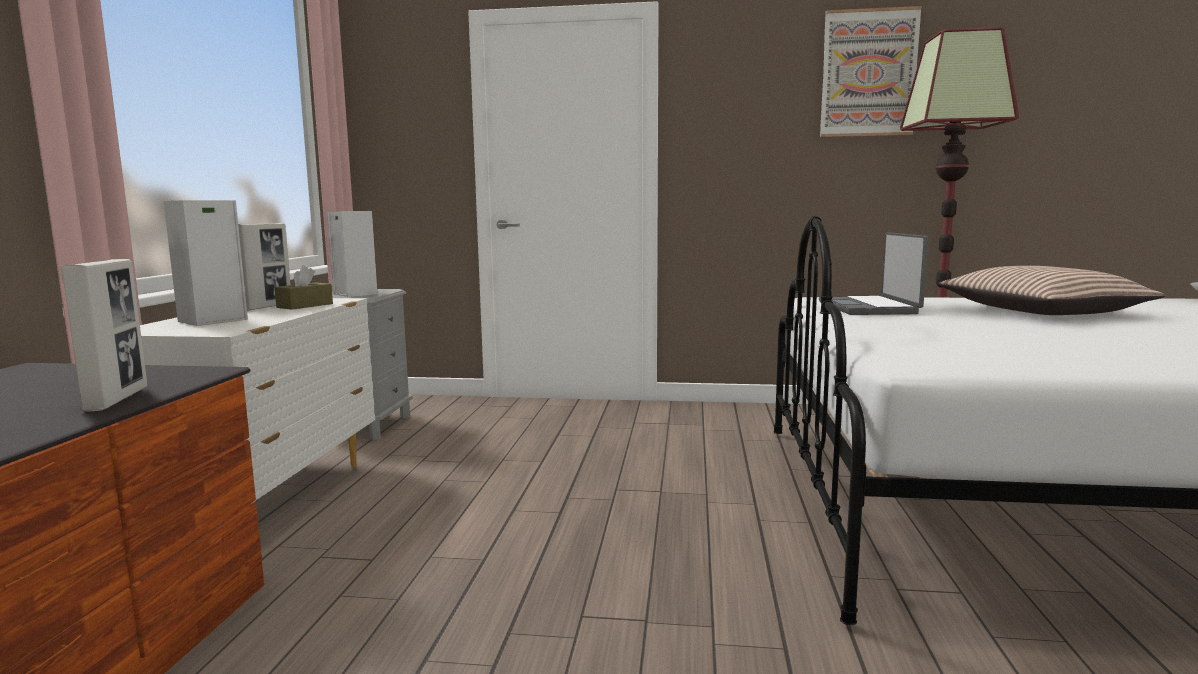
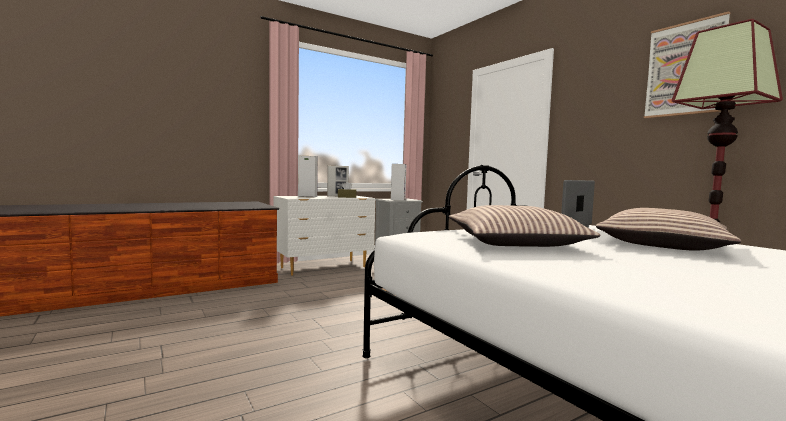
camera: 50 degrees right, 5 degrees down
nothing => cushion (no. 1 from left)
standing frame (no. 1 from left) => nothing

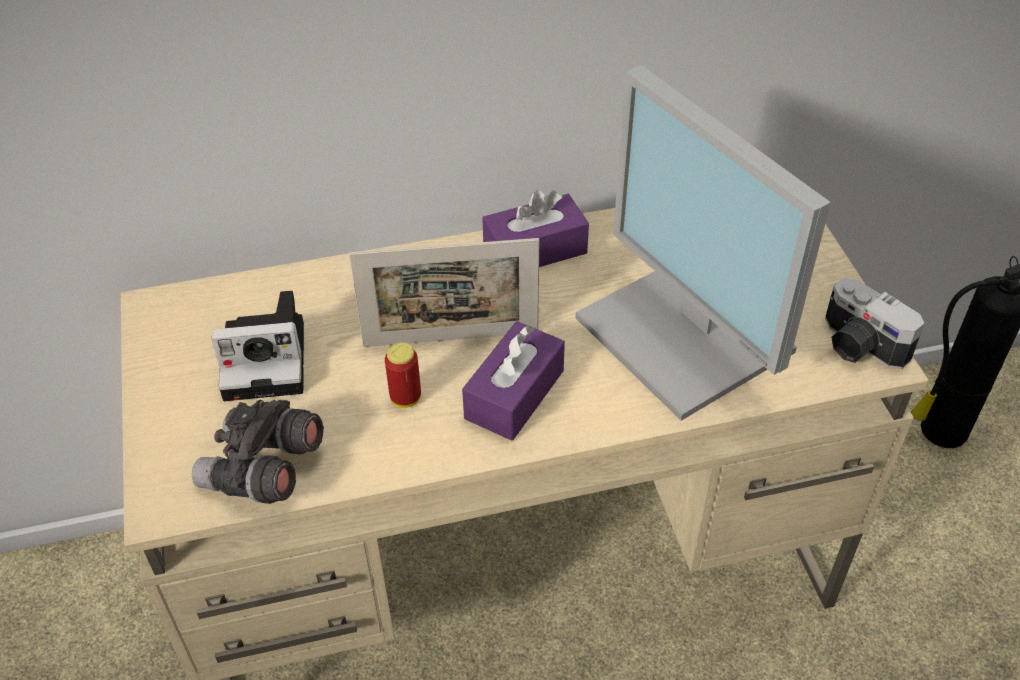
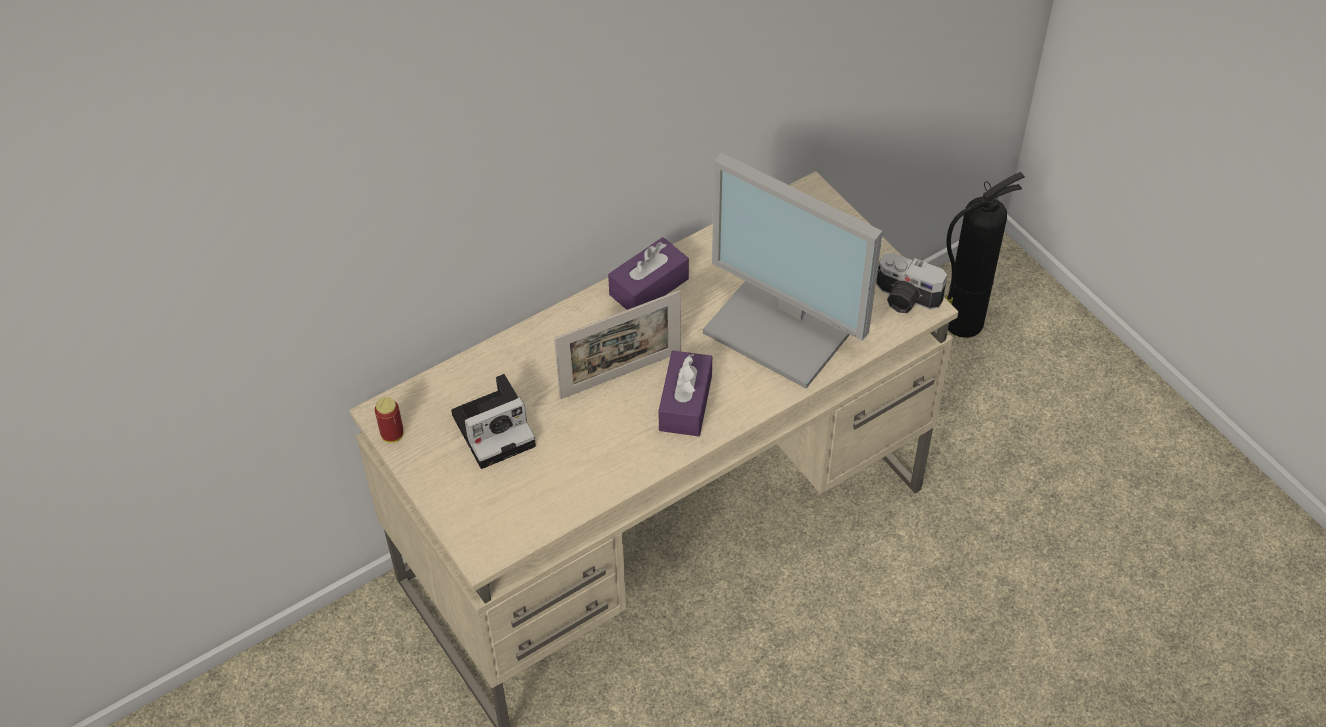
camera: 20 degrees left, 5 degrees up
metal can, shifted
gray binoculars => nothing

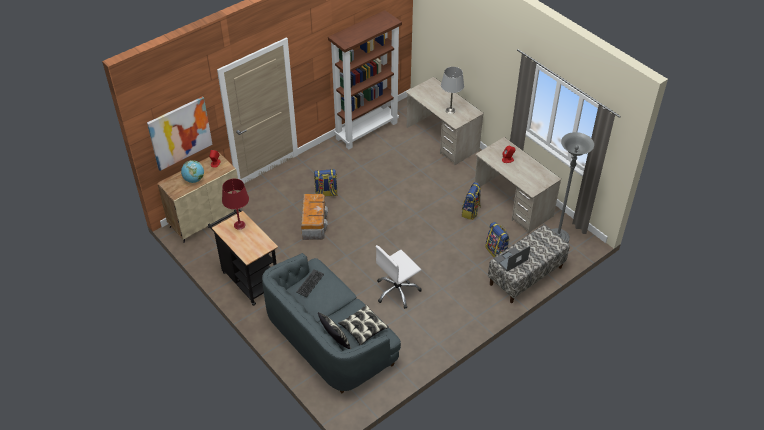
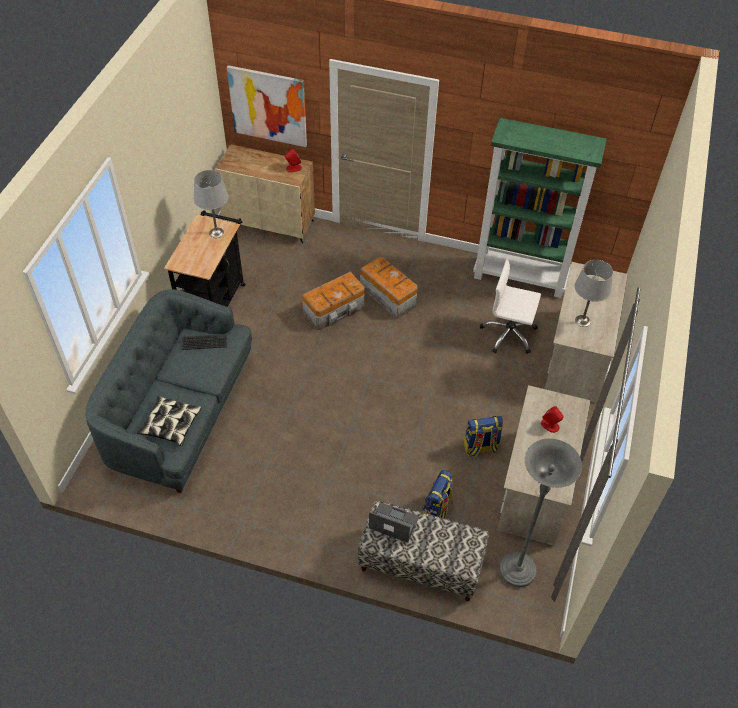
camera: 55 degrees right, 5 degrees up
reddish tabletop lamp => gray tabletop lamp (no. 1 from left)
knapsack (no. 1 from left) => storage box (no. 2 from left)
brown bookshelf => greenish bookshelf
white-coloured office chair, shifted
globe => nothing
cushion (no. 1 from left) => nothing

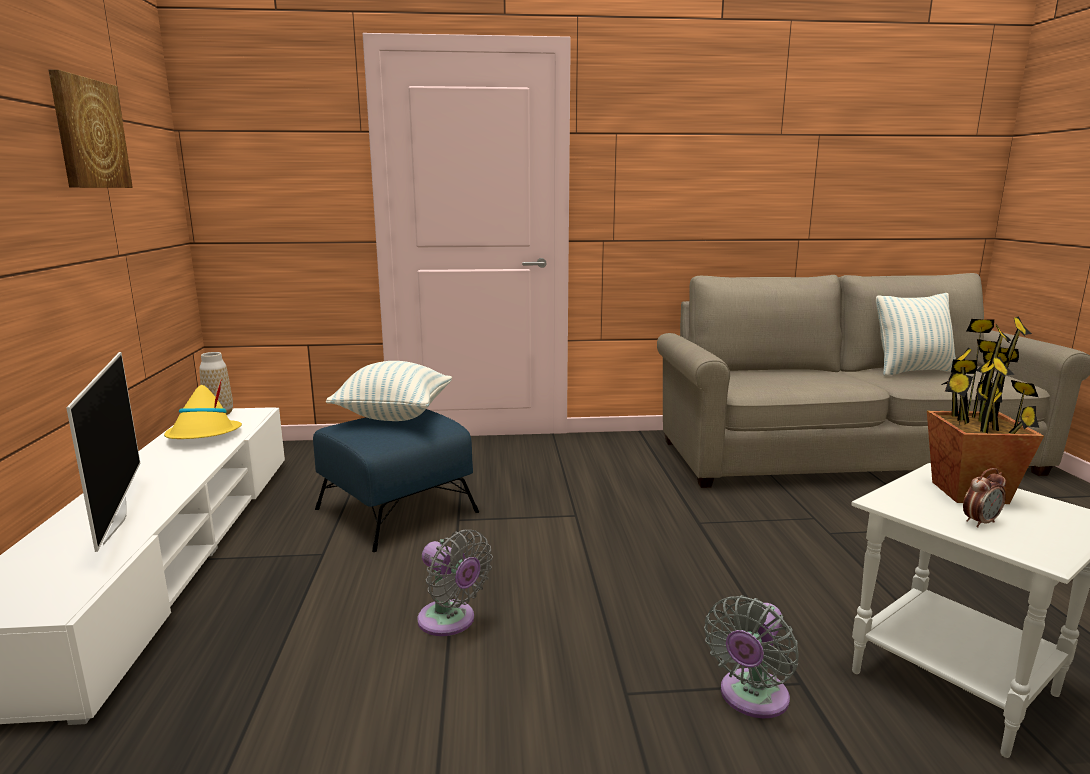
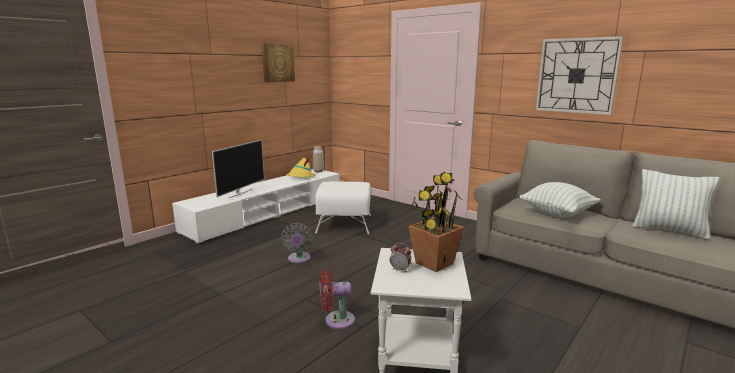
camera: 45 degrees right, 0 degrees up
blue ottoman => white-coloured ottoman
gray fan (no. 2 from left) => reddish fan
cushion (no. 1 from left), shifted
nothing => clock on the wall

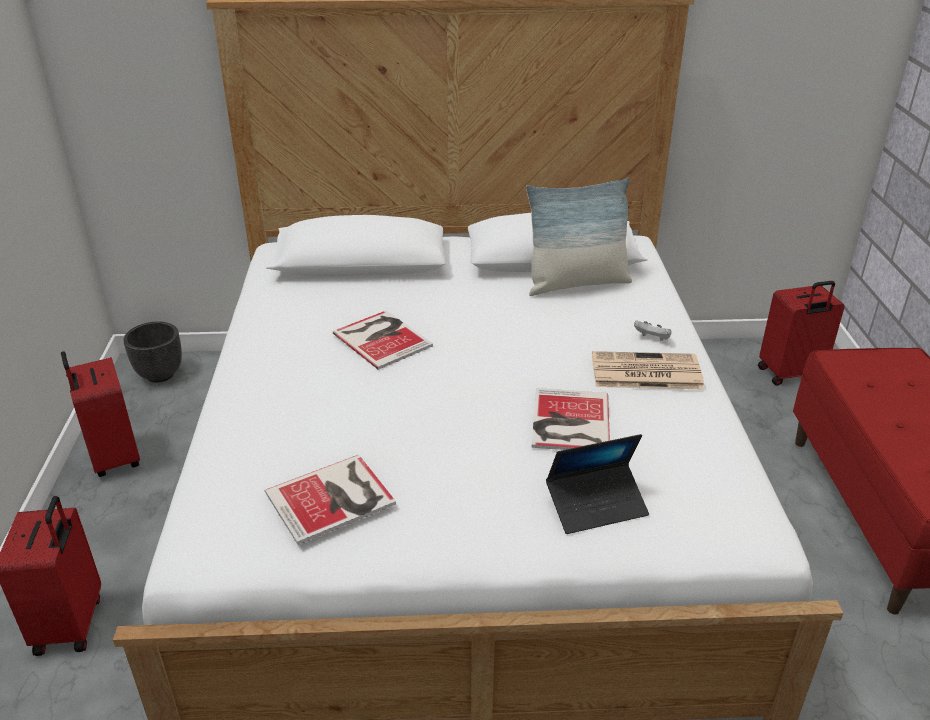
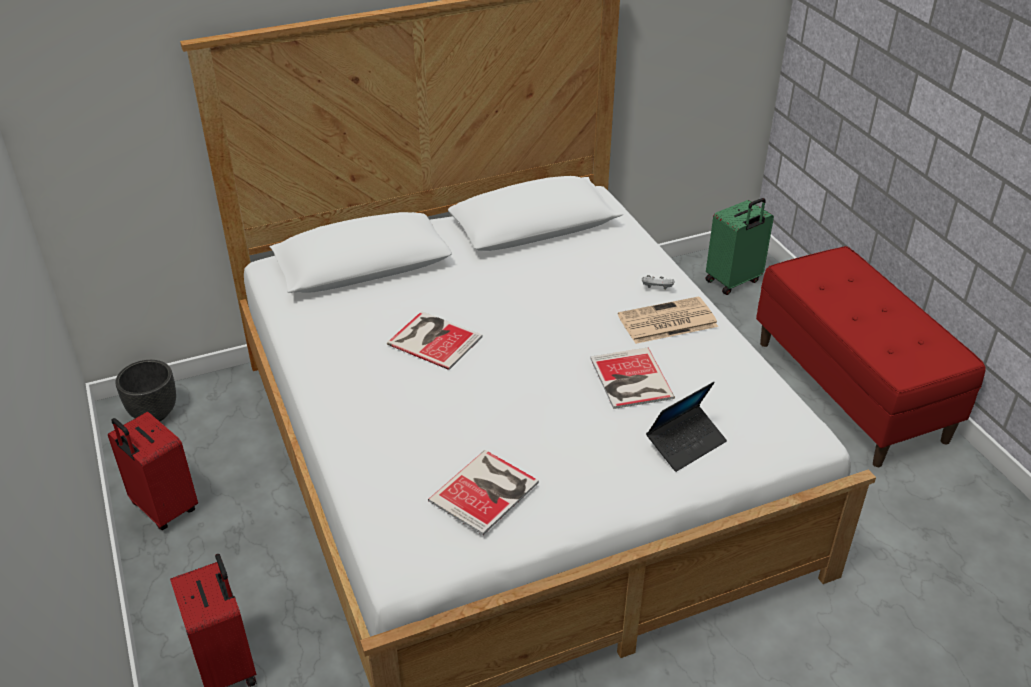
camera: 20 degrees left, 5 degrees up
reddish piece of luggage (no. 3 from left) => greenish piece of luggage
cushion => nothing

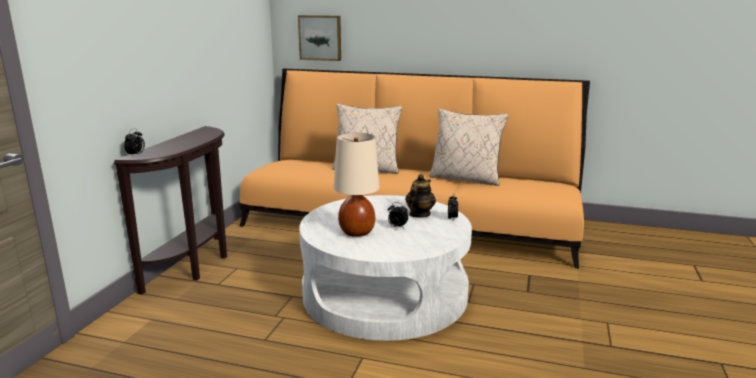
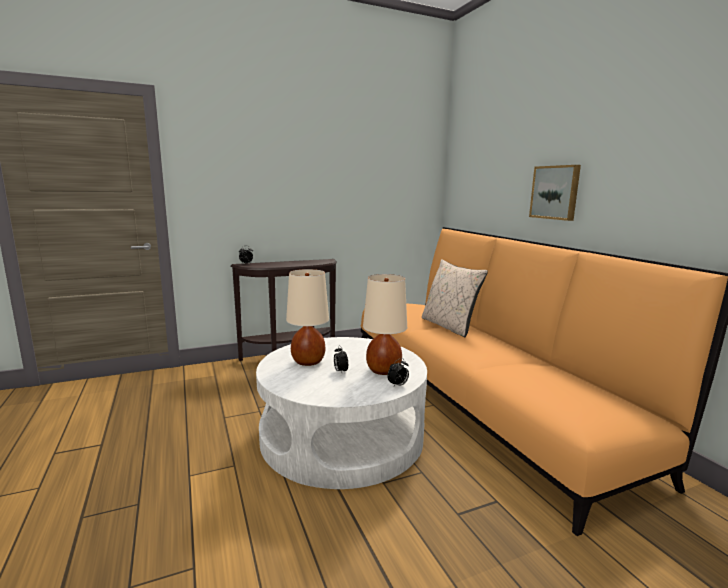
camera: 50 degrees right, 5 degrees down
pot for tea => beige-coloured tabletop lamp (no. 2 from left)
wall art, shifted
beige-coloured cushion (no. 2 from left) => nothing

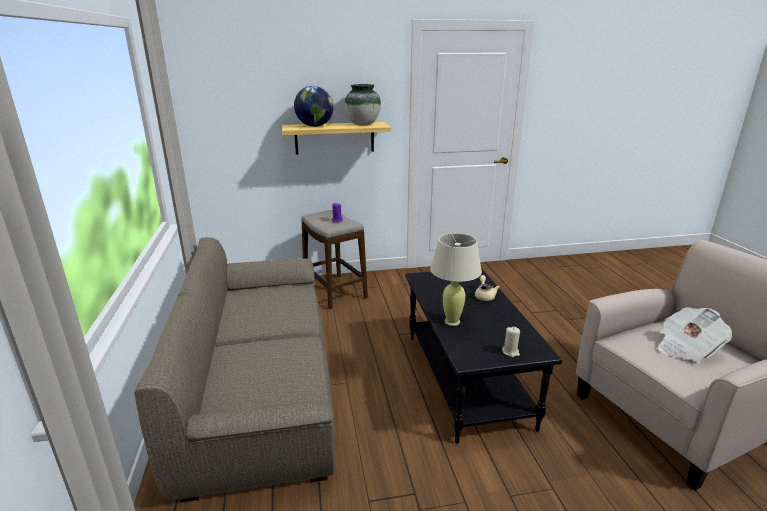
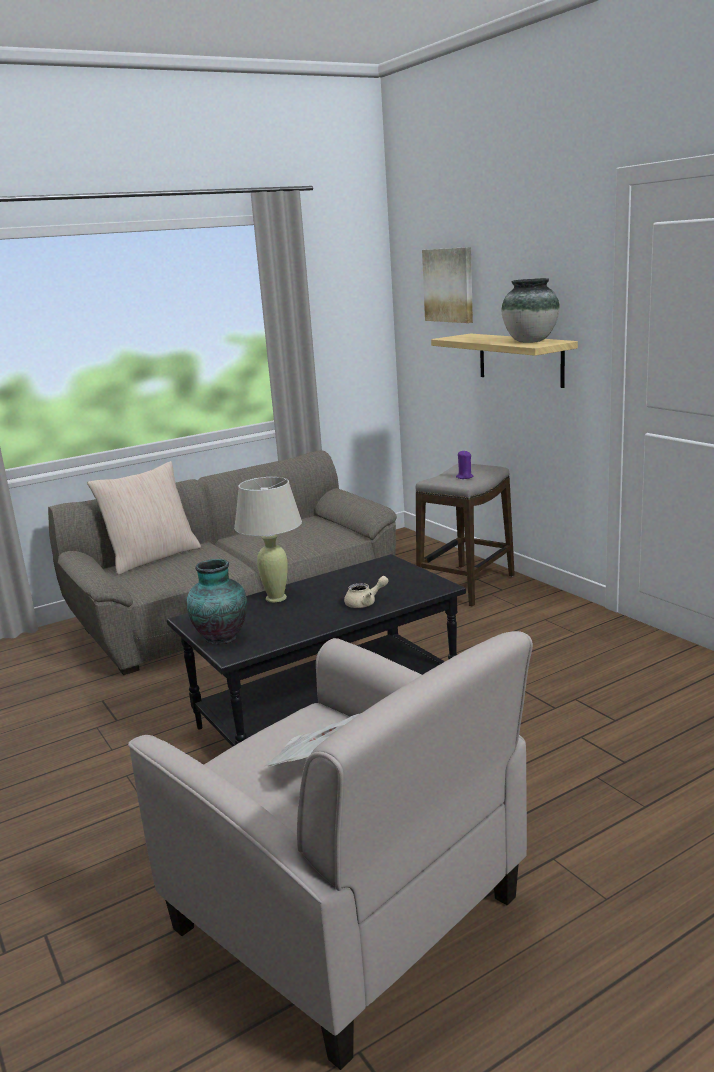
camera: 70 degrees right, 5 degrees down
nothing => beige-coloured cushion
beige-coloured candle => vase (no. 1 from left)
nothing => wall art
globe => nothing

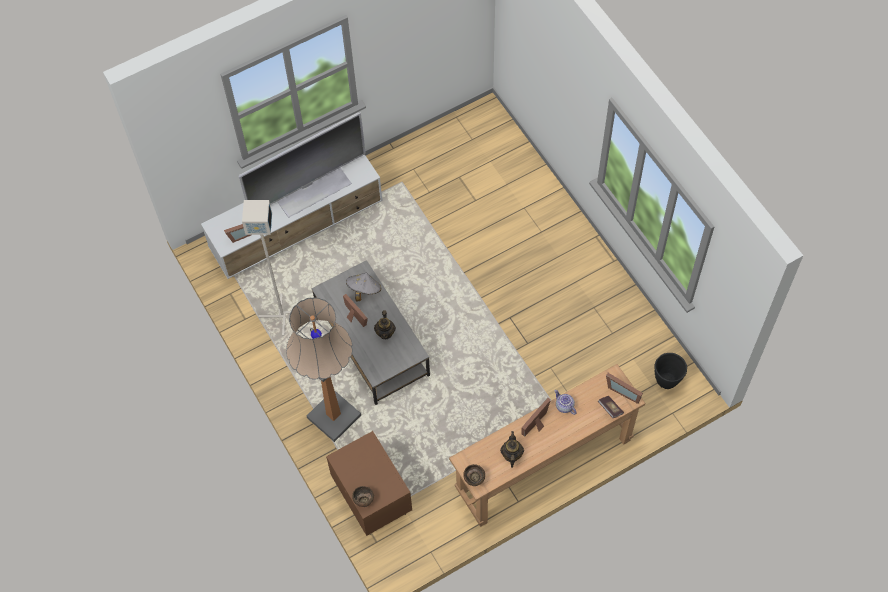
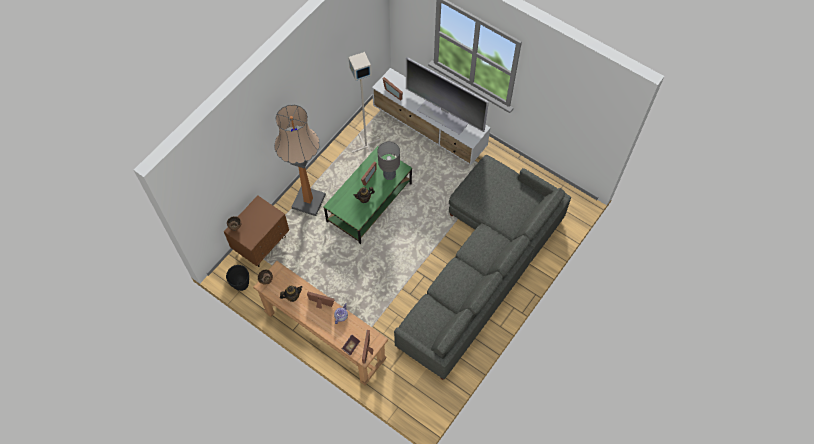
camera: 65 degrees right, 0 degrees up
blackish flower pot, shifted
gray coffee table => greenish coffee table
gray wearable hat => gray tabletop lamp
nothing => gray settee

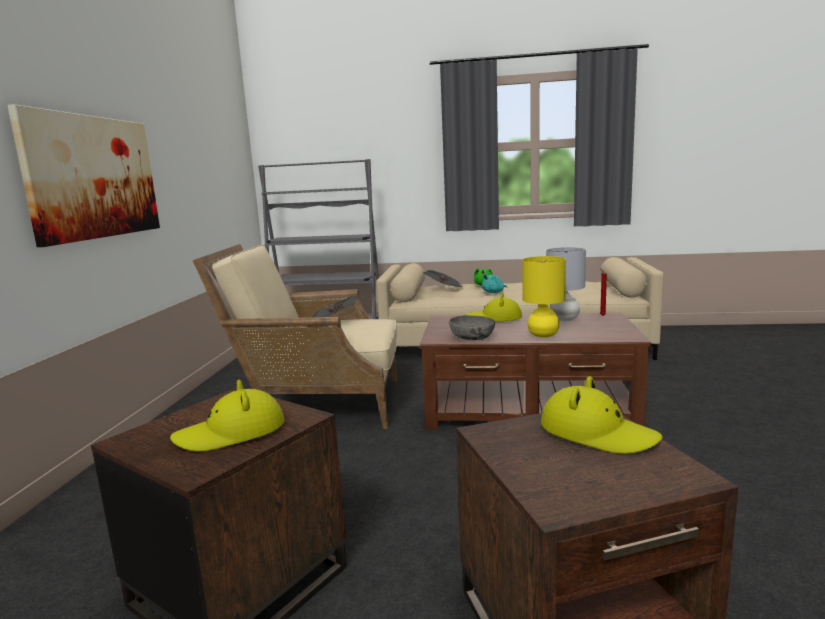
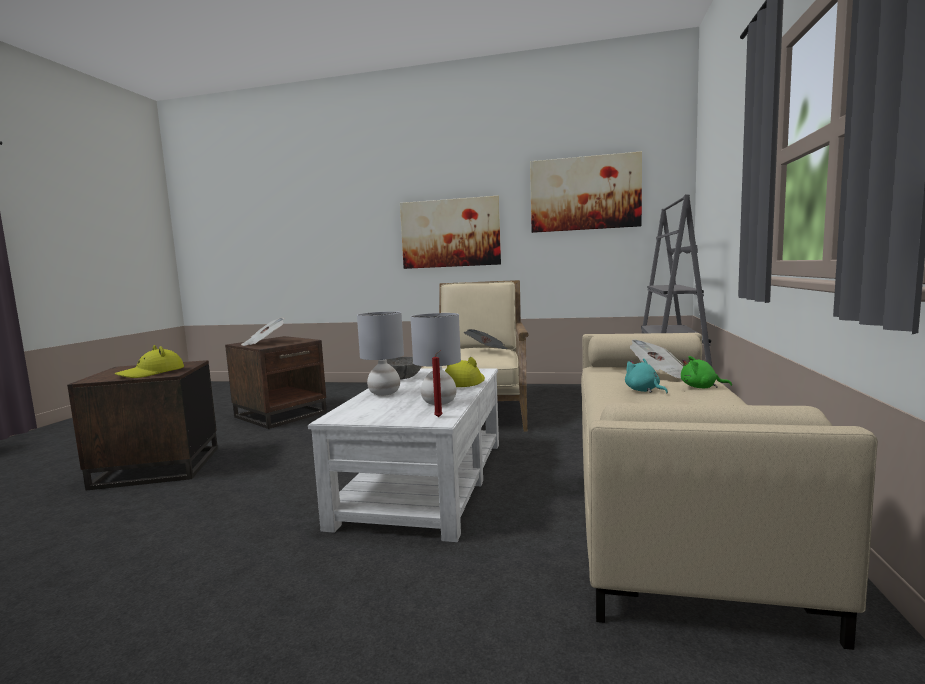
camera: 95 degrees right, 5 degrees down
yellow-coloured wearable hat (no. 1 from left) => newspaper (no. 1 from left)
brown coffee table => white-coloured coffee table
yellow-coloured tabletop lamp => gray tabletop lamp (no. 1 from left)
nothing => wall art (no. 2 from left)

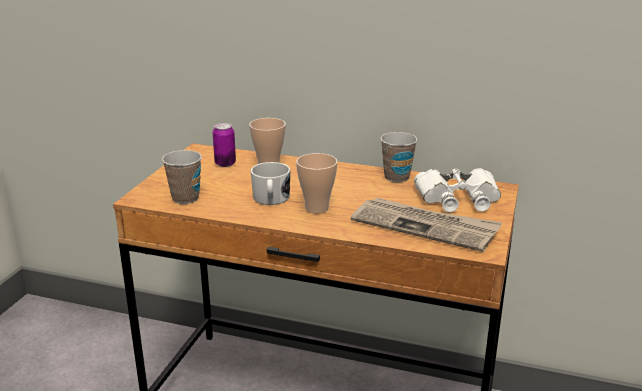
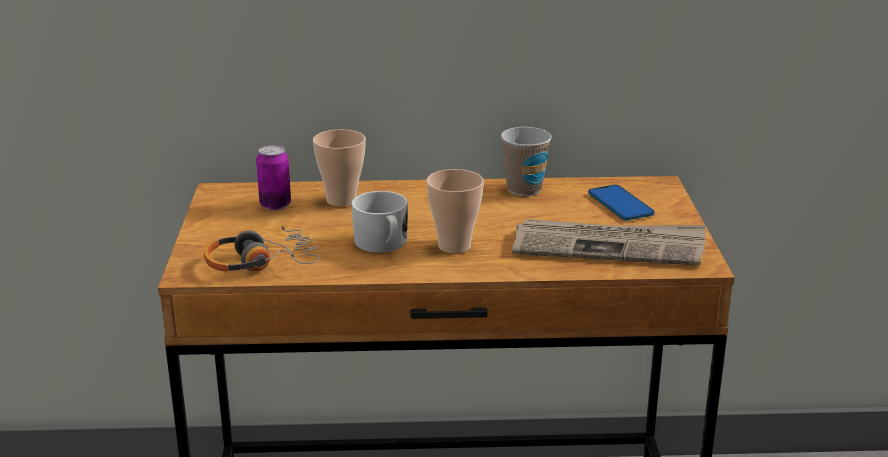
camera: 20 degrees left, 0 degrees up
cup (no. 1 from left) => headphones
white-coloured binoculars => telephone

